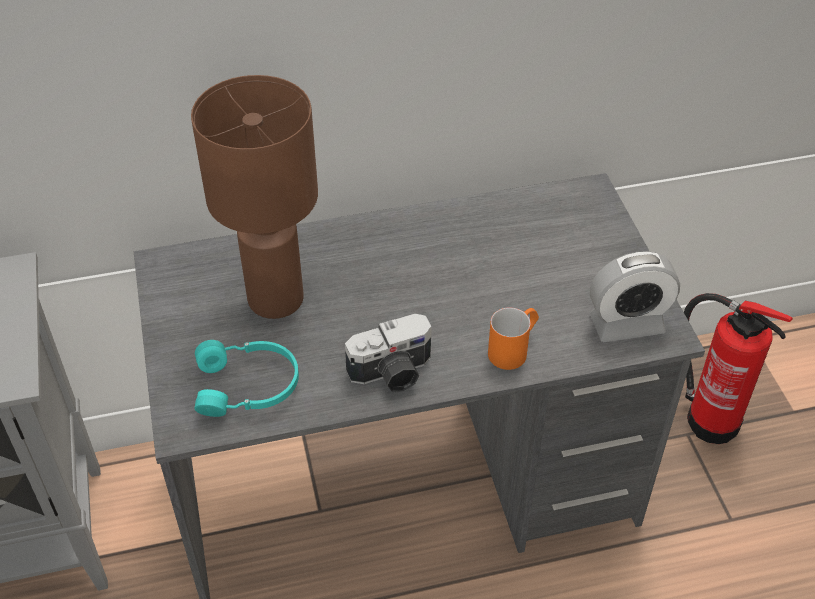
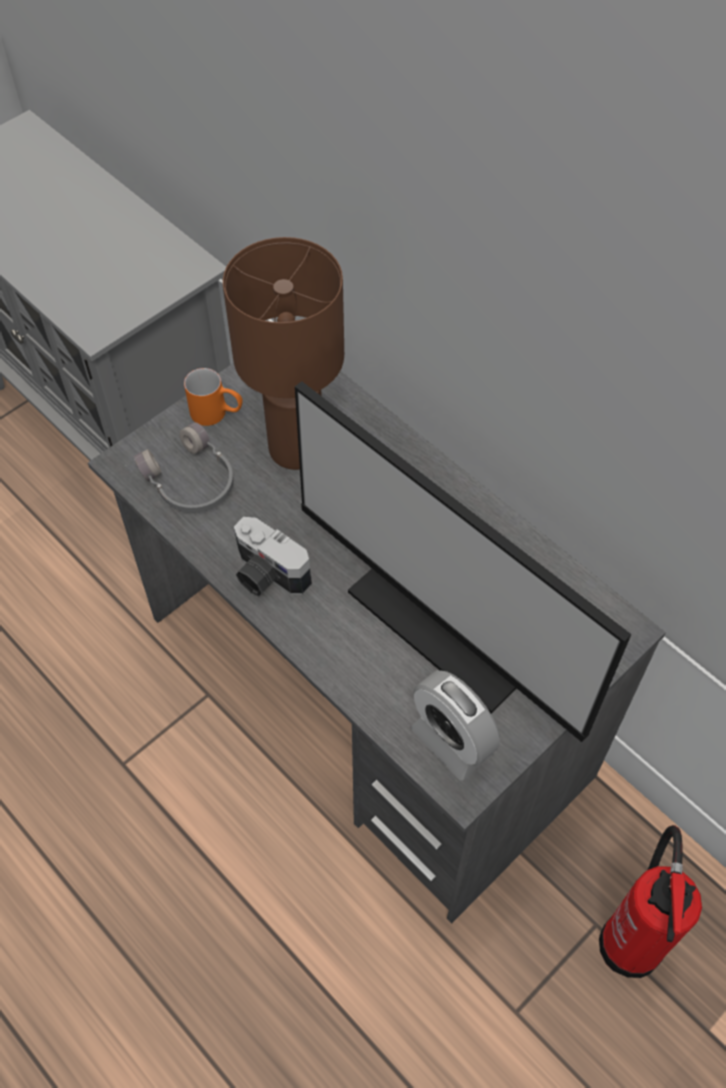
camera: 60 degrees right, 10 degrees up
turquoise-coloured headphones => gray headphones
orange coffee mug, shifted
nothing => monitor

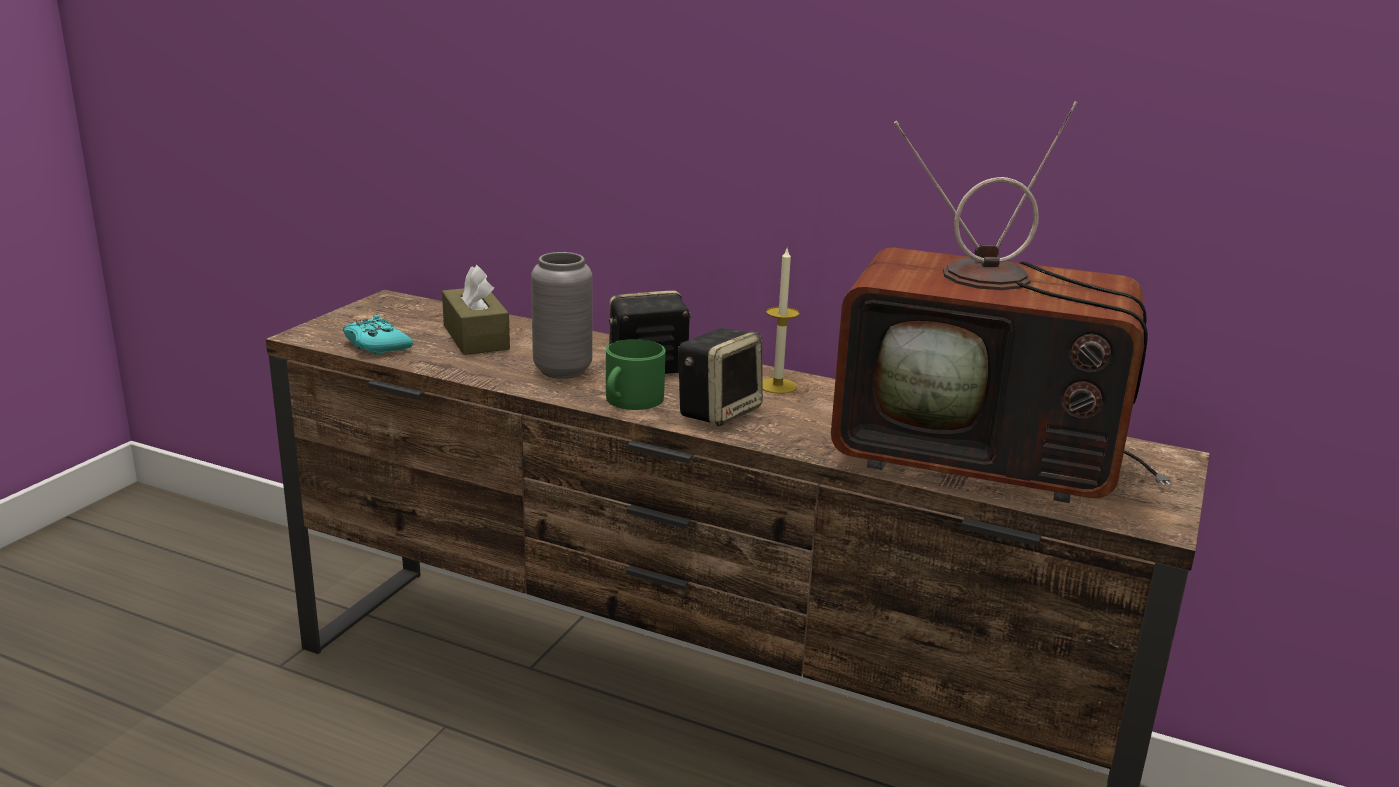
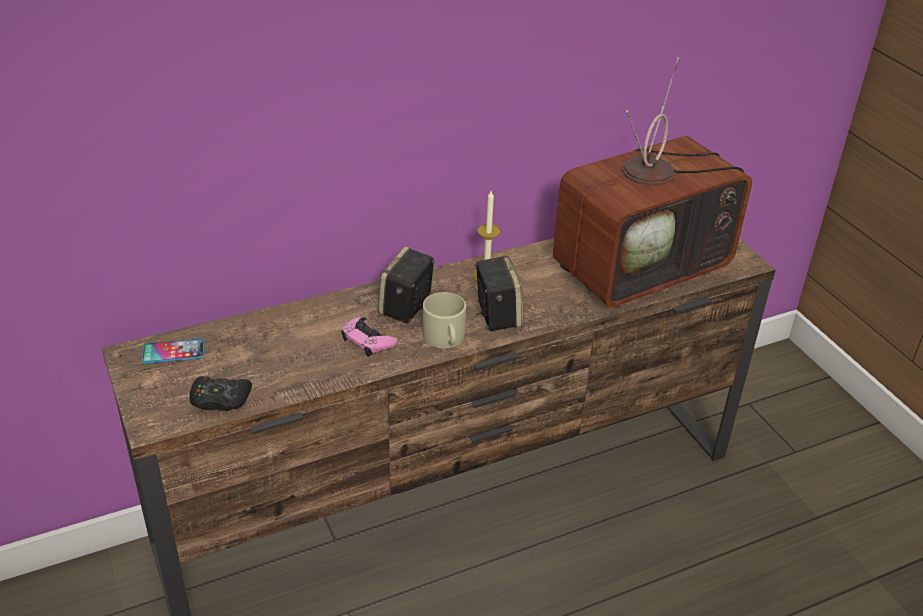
camera: 50 degrees left, 15 degrees up
nothing => telephone
turquoise-coloured game controller => blackish game controller
gray vase => pink game controller
greenish coffee mug => beige-coloured coffee mug
brown box of tissues => nothing

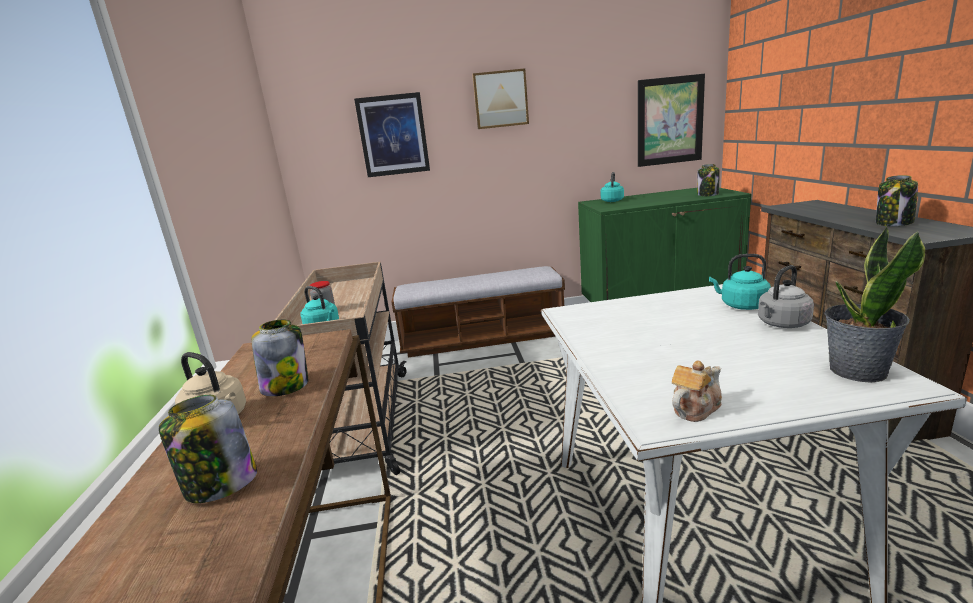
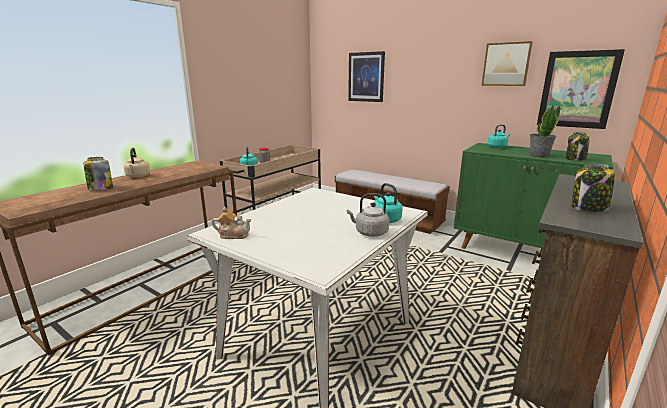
camera: 40 degrees right, 0 degrees up
wall art (no. 2 from left), shifted
plant in a pot, shifted
jar (no. 2 from left) => nothing

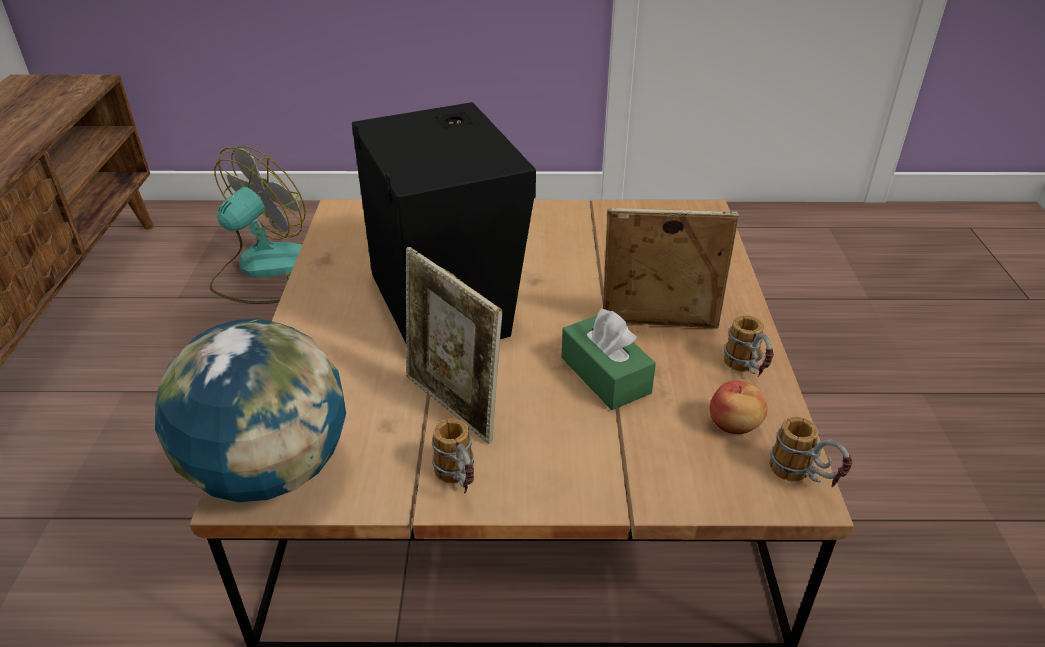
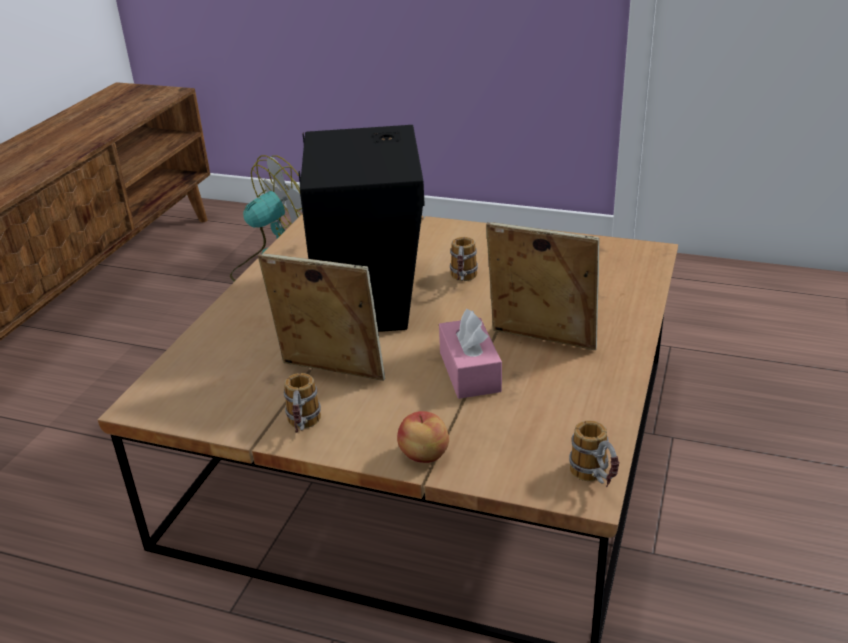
camera: 20 degrees right, 5 degrees down
standing frame (no. 1 from left), 135 degrees clockwise
apple, shifted
greenish box of tissues => pink box of tissues
coffee mug (no. 2 from left), shifted
globe => nothing

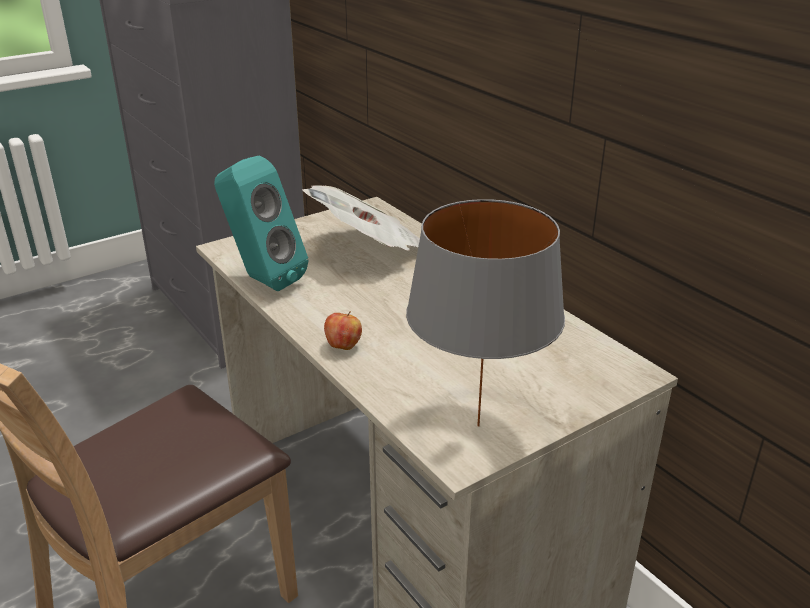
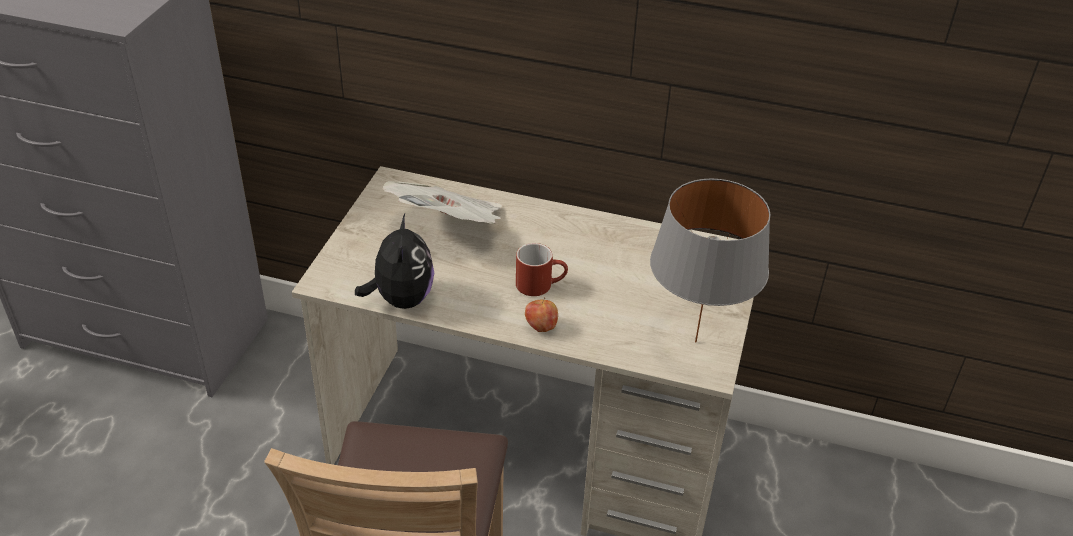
camera: 40 degrees left, 10 degrees up
turquoise-coloured speaker => cuddly toy
nothing => reddish coffee mug

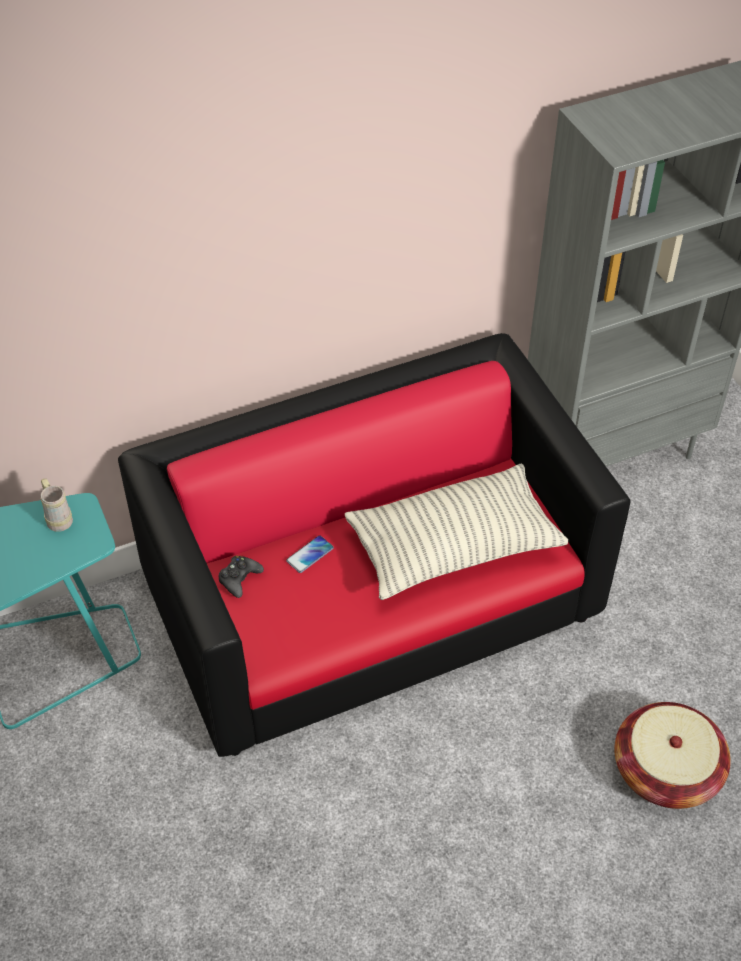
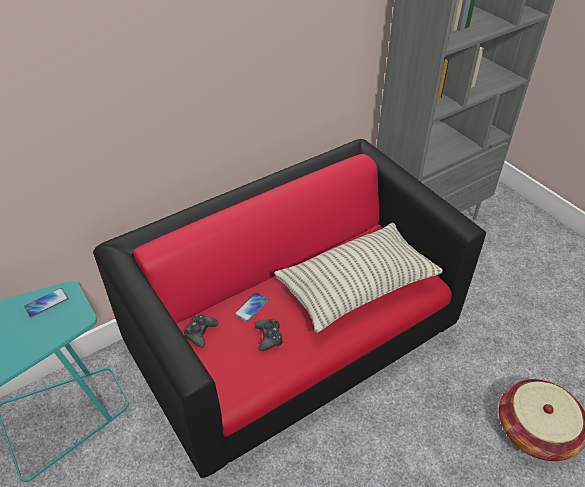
camera: 10 degrees left, 5 degrees down
beige-coloured coffee mug => telephone (no. 1 from left)
nothing => blackish game controller (no. 2 from left)

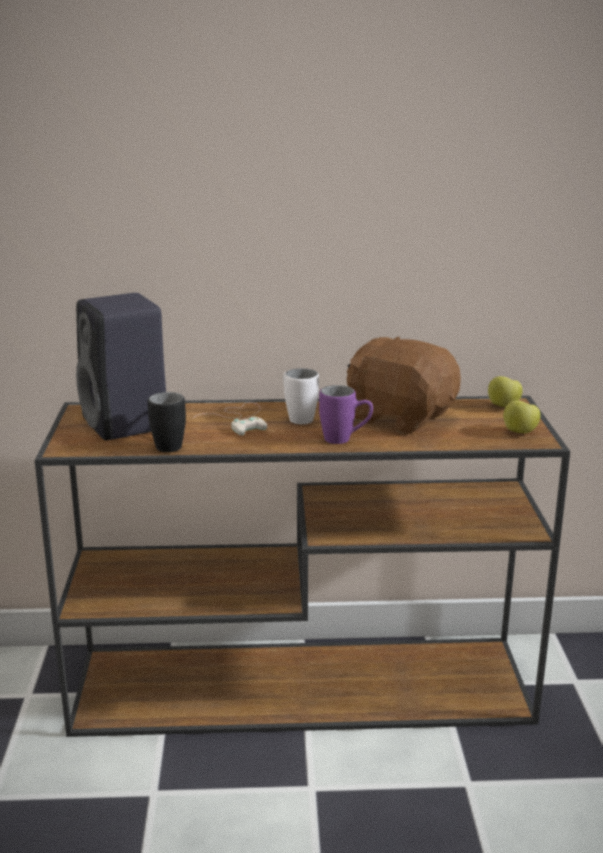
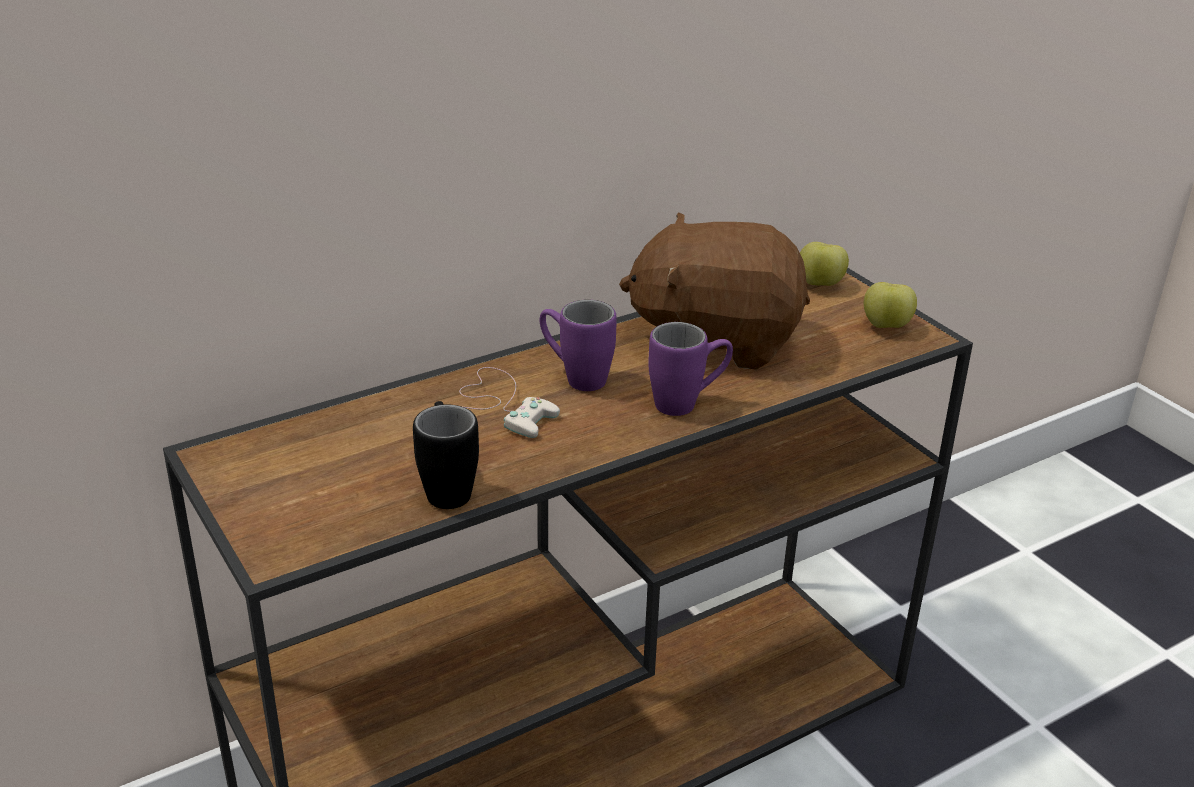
camera: 30 degrees left, 10 degrees up
white-coloured coffee mug => purple-coloured coffee mug (no. 1 from left)
blackish speaker => nothing

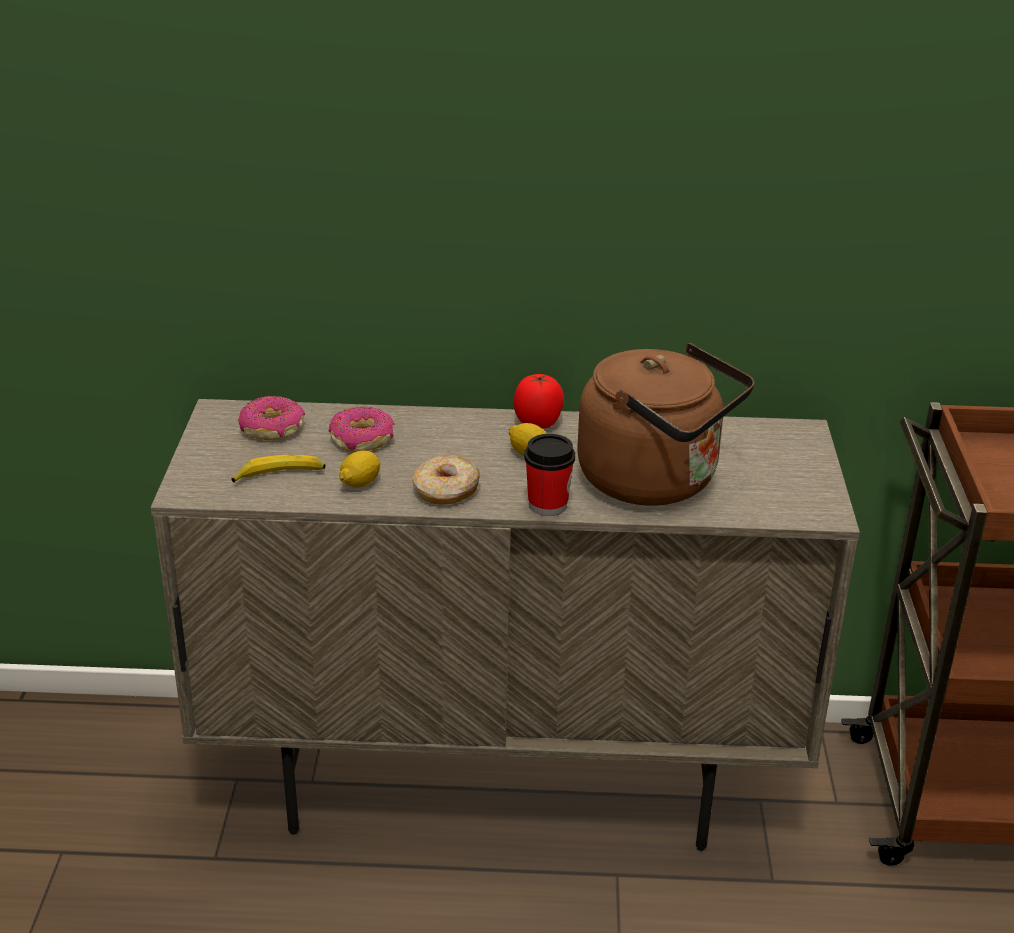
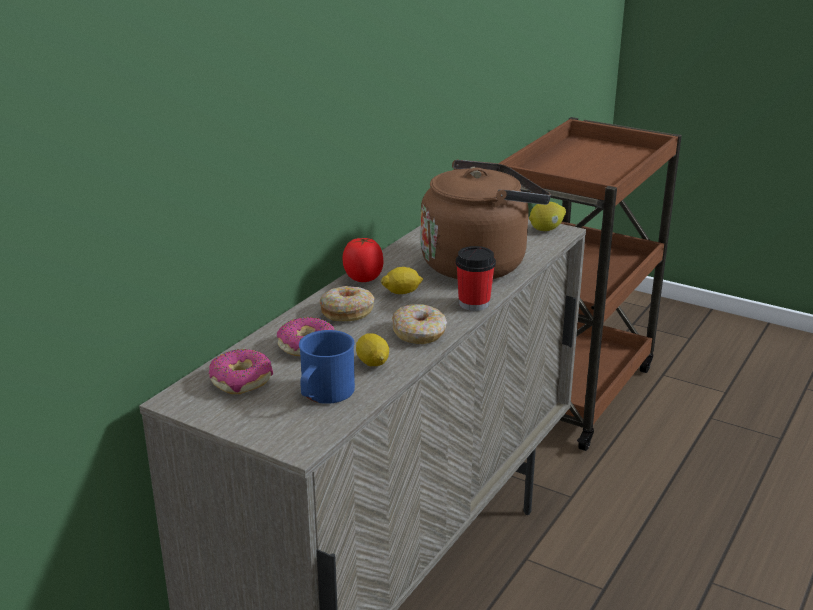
camera: 60 degrees left, 5 degrees down
banana => blue coffee mug
nothing => doughnut (no. 3 from left)
nothing => citrus fruit (no. 3 from left)

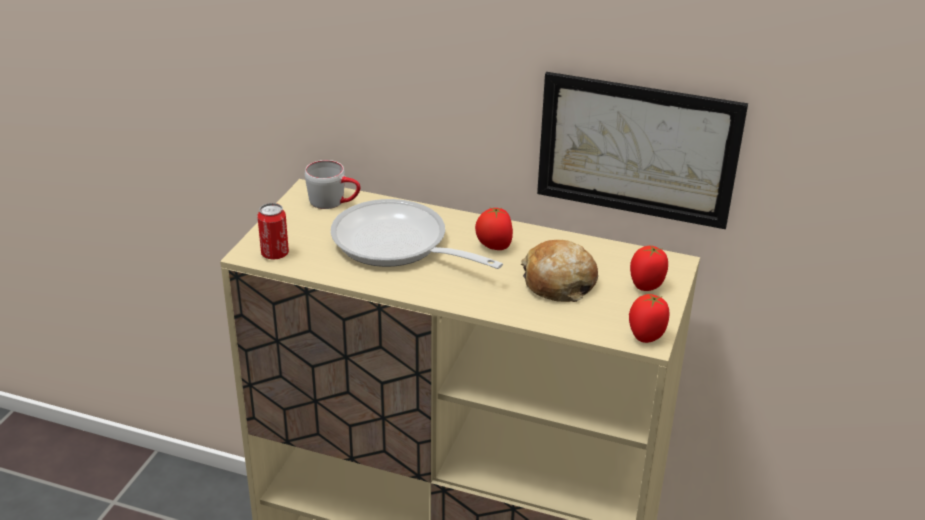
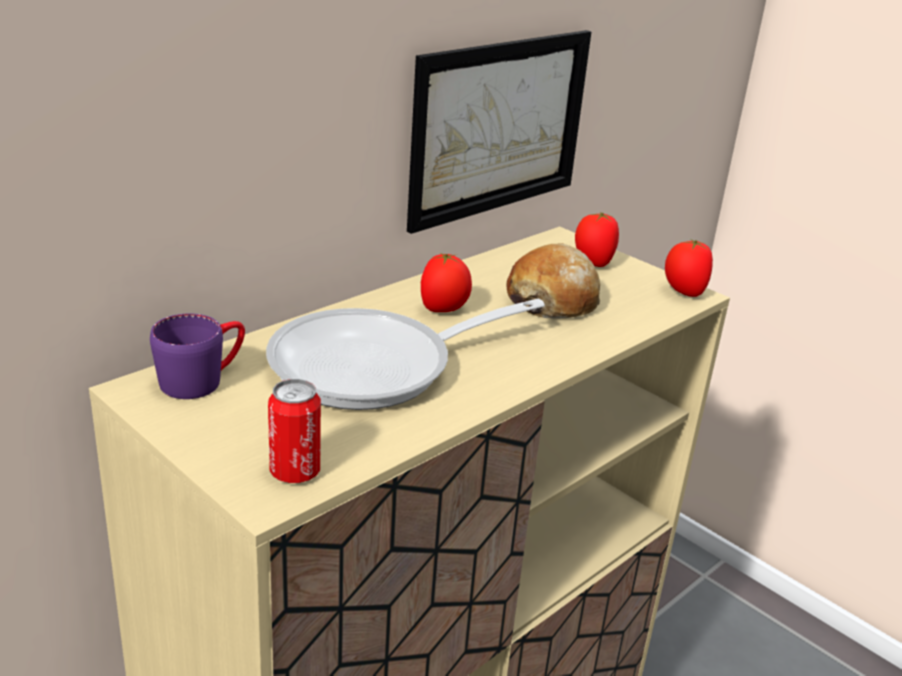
camera: 65 degrees left, 5 degrees down
gray coffee mug => purple-coloured coffee mug

